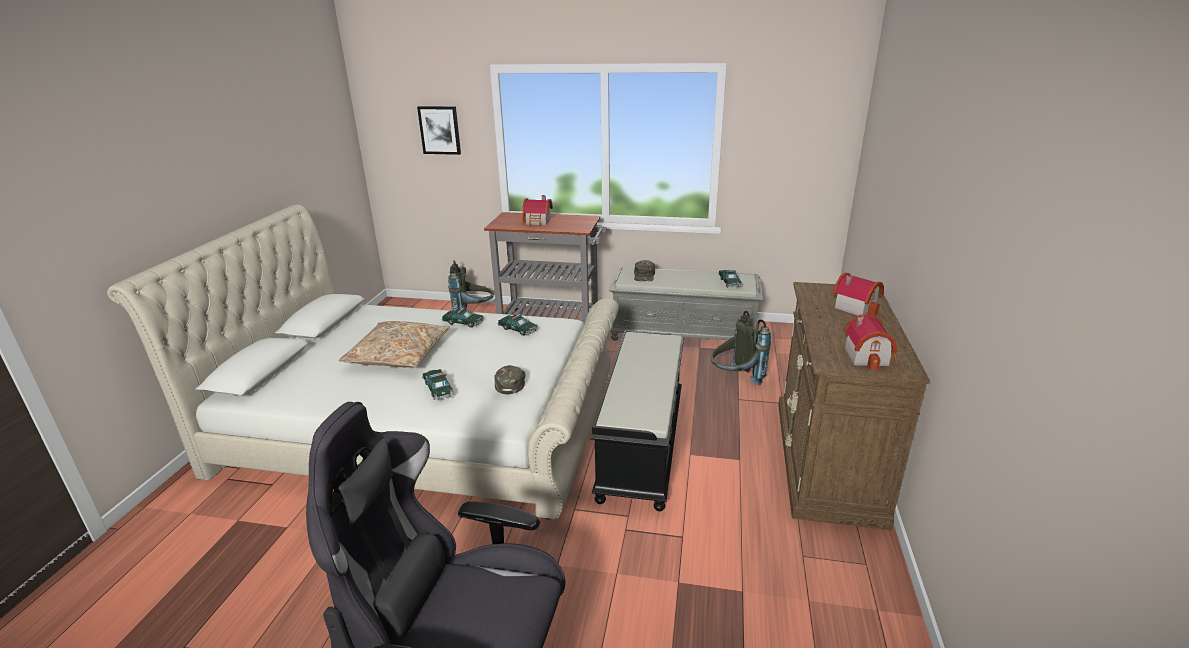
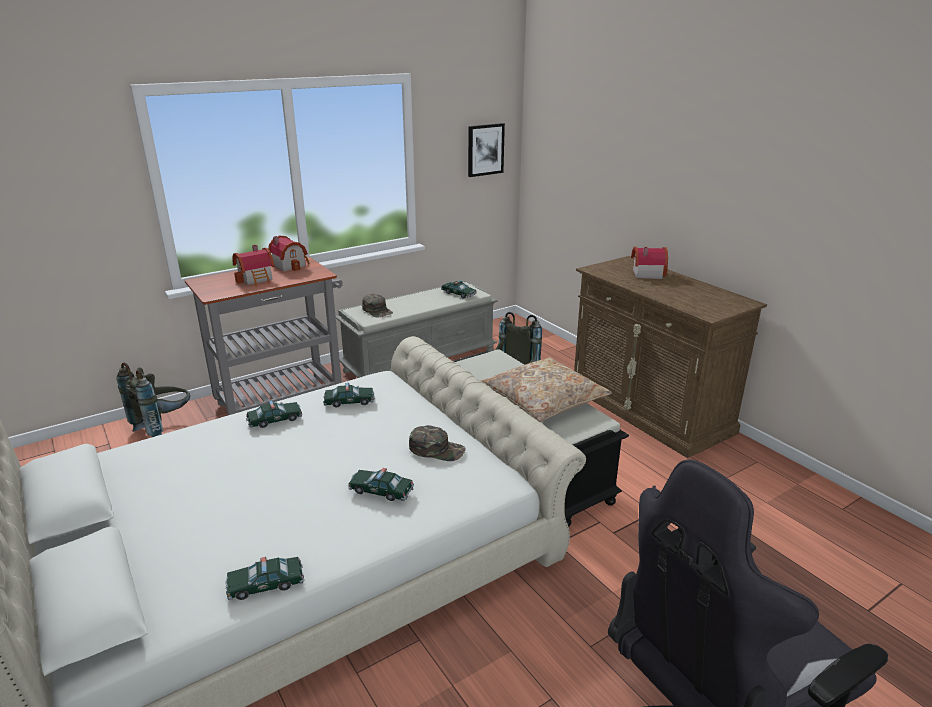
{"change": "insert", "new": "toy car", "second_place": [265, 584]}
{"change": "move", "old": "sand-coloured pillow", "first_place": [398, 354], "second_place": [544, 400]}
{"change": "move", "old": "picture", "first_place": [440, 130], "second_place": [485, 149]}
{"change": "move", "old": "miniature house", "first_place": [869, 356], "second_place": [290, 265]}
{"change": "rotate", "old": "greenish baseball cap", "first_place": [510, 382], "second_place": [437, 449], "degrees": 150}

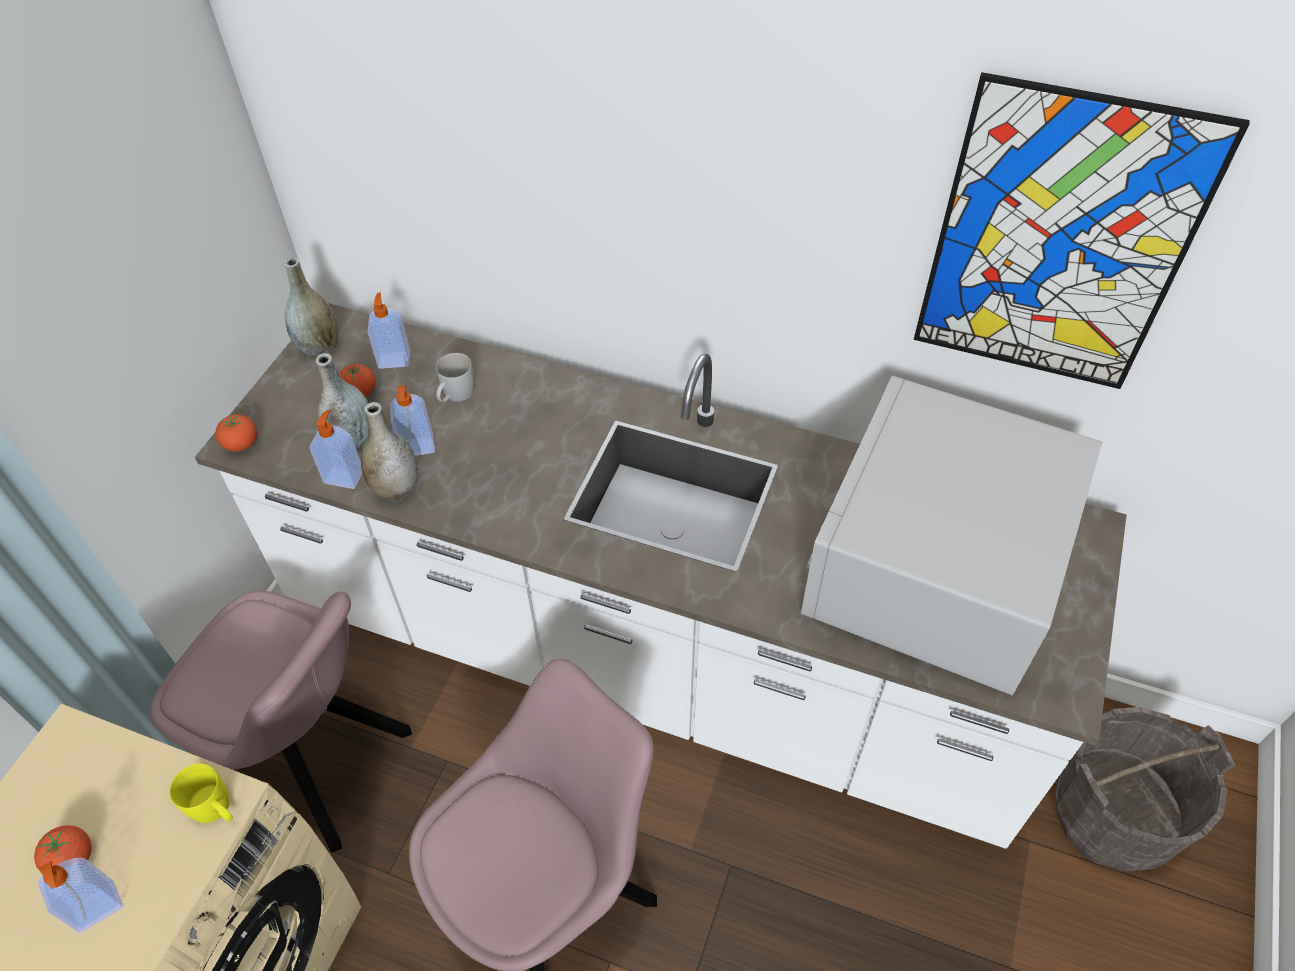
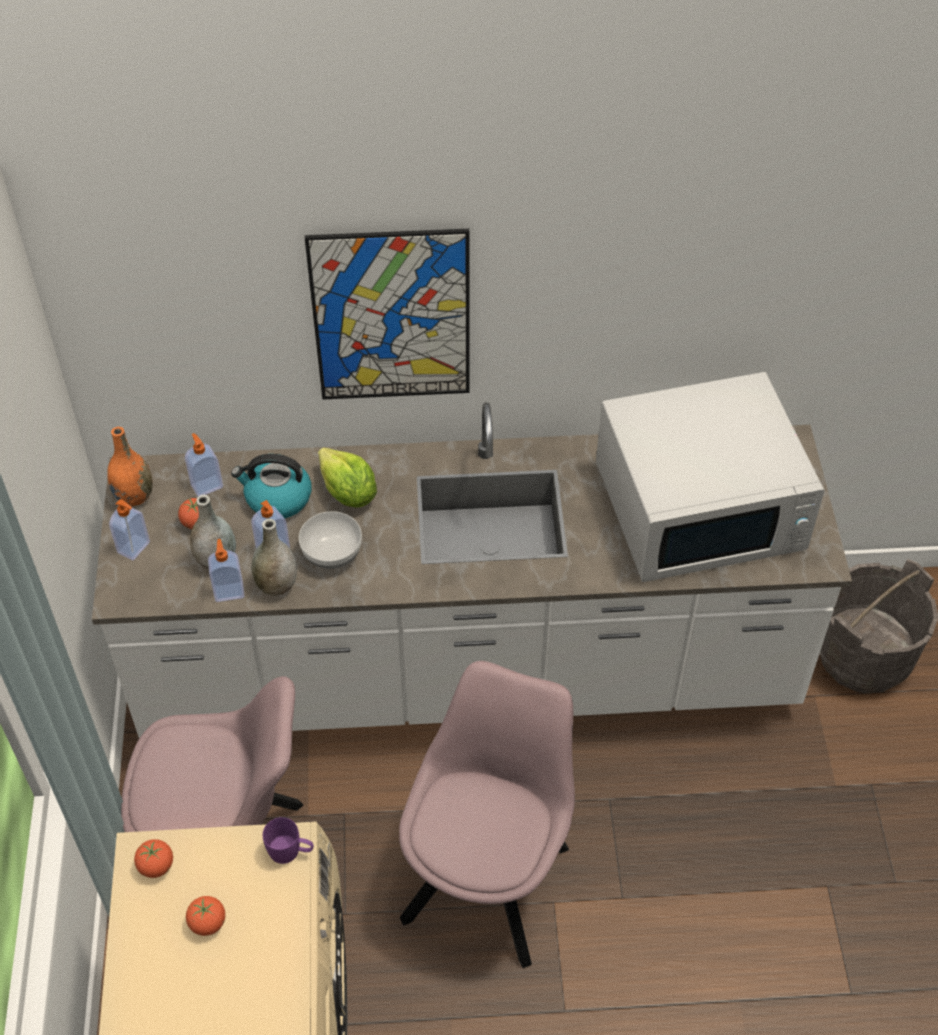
{"change": "insert", "new": "deep dish", "second_place": [332, 552]}
{"change": "insert", "new": "lettuce", "second_place": [348, 493]}
{"change": "move", "old": "soap bottle", "first_place": [98, 908], "second_place": [134, 548]}
{"change": "move", "old": "tomato", "first_place": [242, 444], "second_place": [156, 866]}
{"change": "move", "old": "picture", "first_place": [1057, 243], "second_place": [391, 317]}
{"change": "replace", "old": "whitish coffee mug", "new": "water kettle", "first_place": [455, 396], "second_place": [277, 498]}
{"change": "recolor", "old": "yellow coffee mug", "new": "purple-coloured coffee mug", "first_place": [216, 809], "second_place": [290, 851]}
{"change": "recolor", "old": "grey vase", "new": "orange vase", "first_place": [319, 347], "second_place": [134, 496]}
{"change": "rotate", "old": "whitish kitchen microwave", "first_place": [934, 569], "second_place": [701, 507], "degrees": -105}

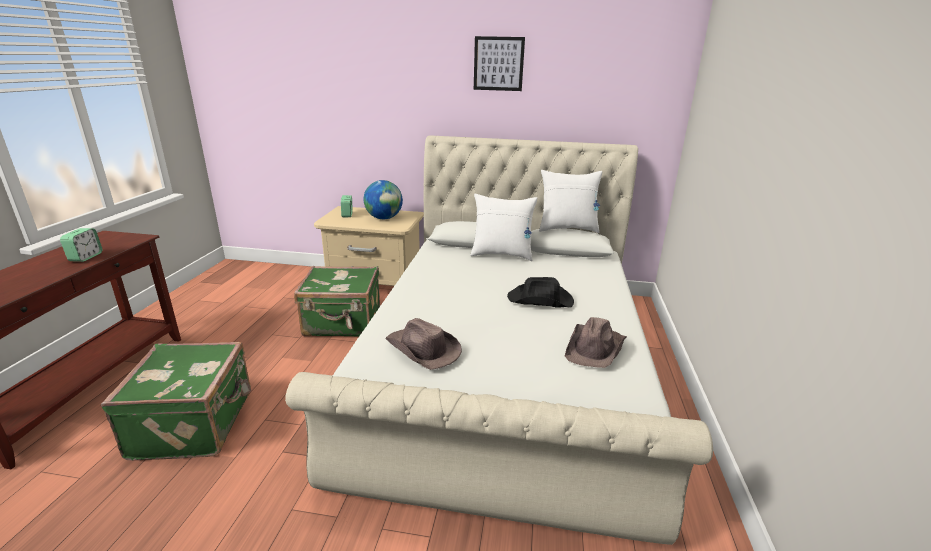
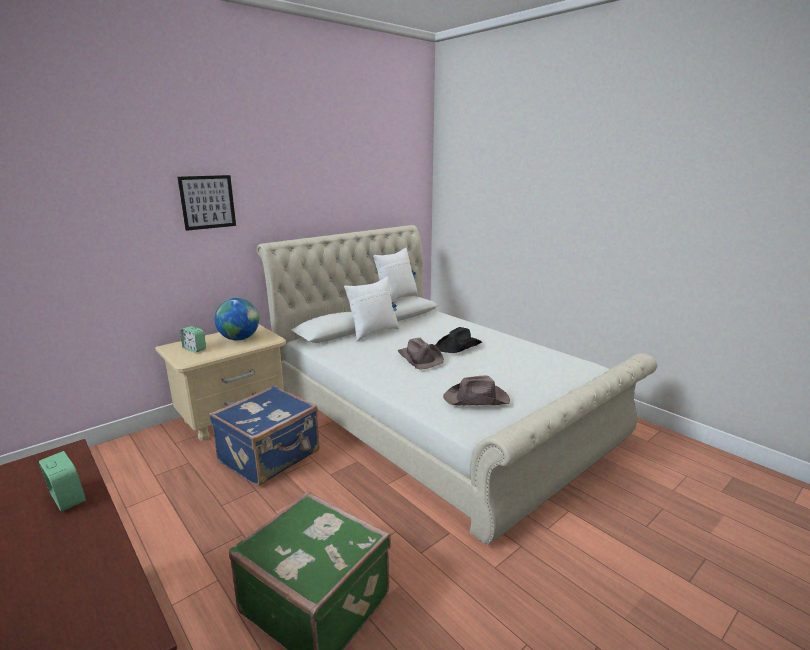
{"change": "move", "old": "picture", "first_place": [498, 64], "second_place": [207, 202]}
{"change": "move", "old": "brown-coloured wearable hat", "first_place": [595, 348], "second_place": [420, 358]}
{"change": "recolor", "old": "greenish piece of luggage", "new": "blue-coloured piece of luggage", "first_place": [343, 323], "second_place": [271, 457]}

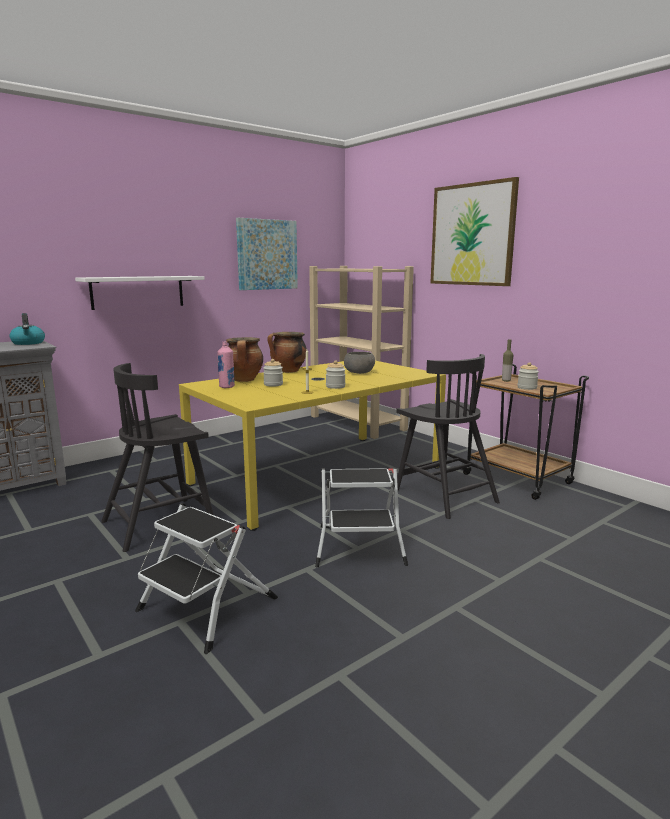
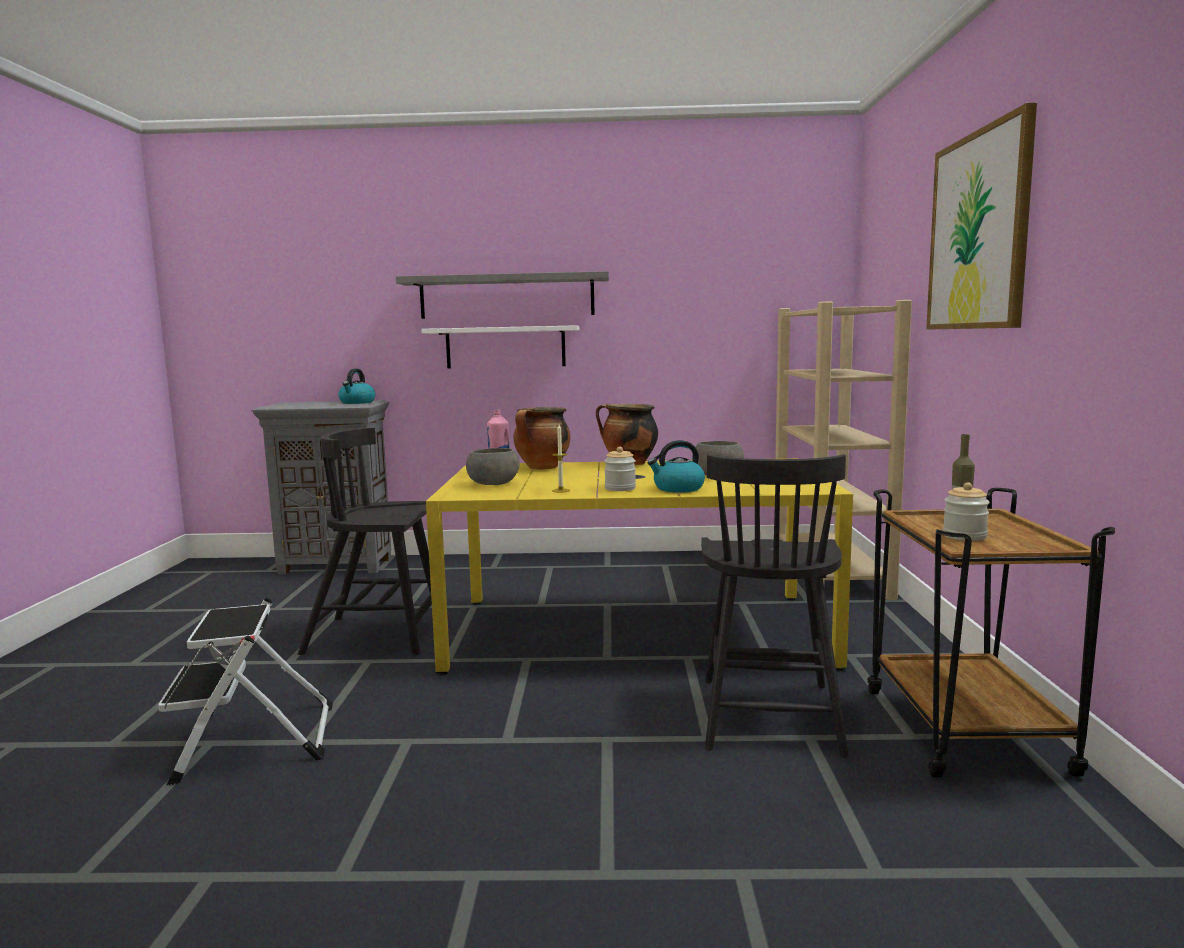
{"change": "delete", "old": "picture", "first_place": [267, 254]}
{"change": "delete", "old": "preserve jar", "first_place": [273, 384]}
{"change": "delete", "old": "step stool", "first_place": [359, 545]}
{"change": "insert", "new": "grey shelf", "second_place": [507, 296]}
{"change": "insert", "new": "grey deep dish", "second_place": [493, 483]}
{"change": "insert", "new": "water kettle", "second_place": [678, 488]}

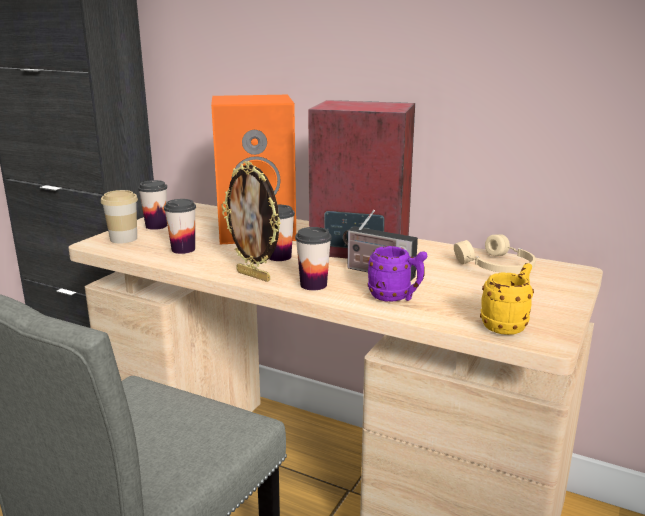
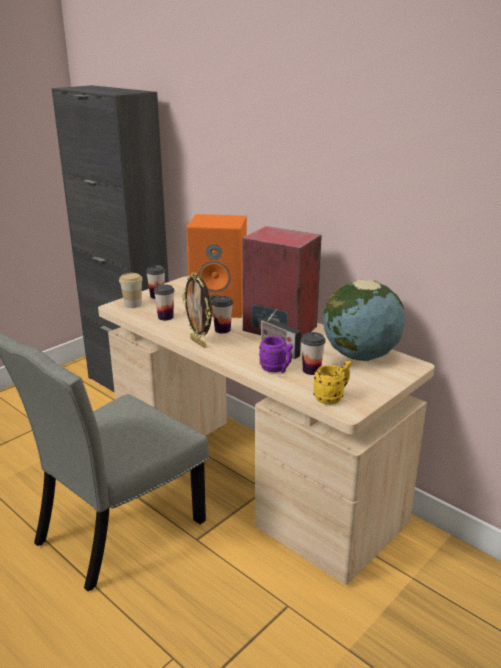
{"change": "move", "old": "drinking cup", "first_place": [313, 285], "second_place": [311, 370]}
{"change": "replace", "old": "sand-coloured headphones", "new": "world globe", "first_place": [496, 268], "second_place": [360, 355]}

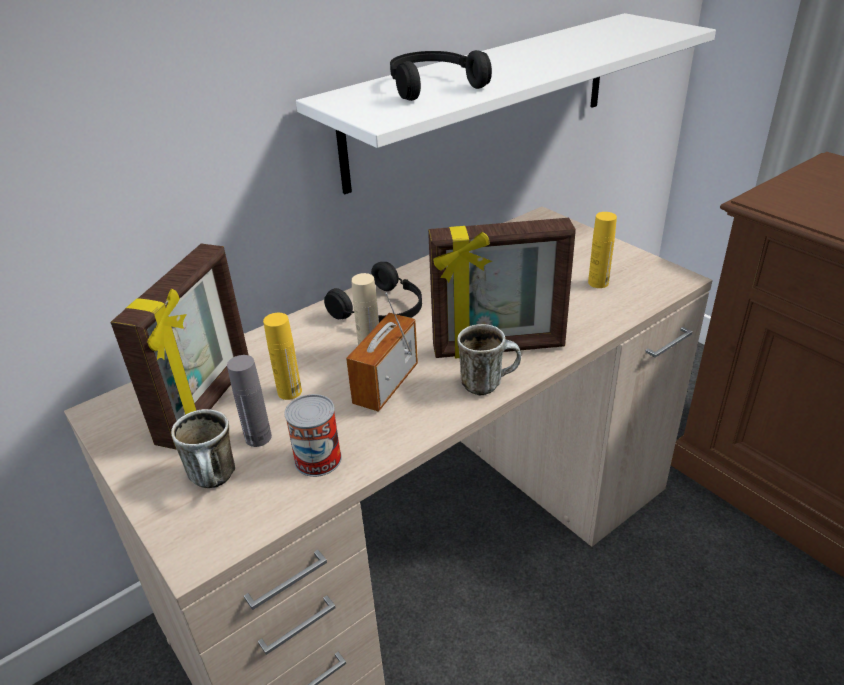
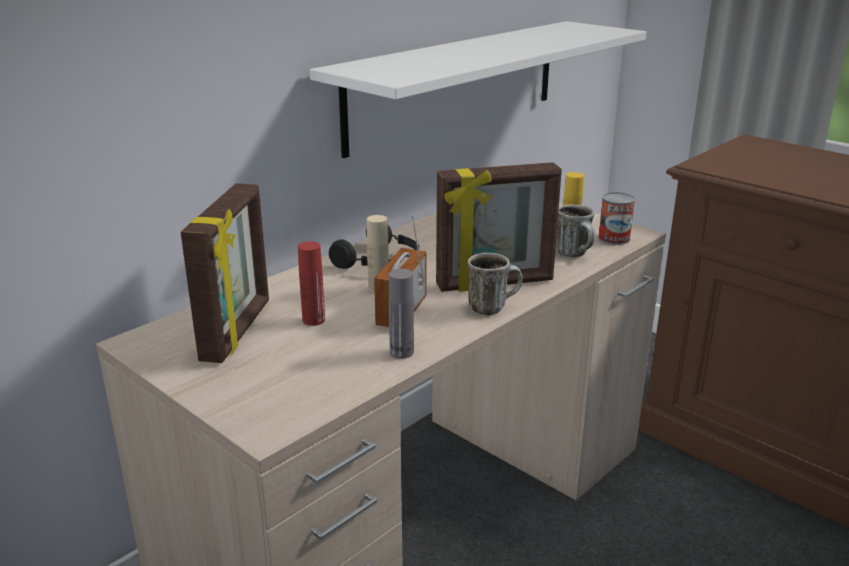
{"change": "delete", "old": "blackish headphones", "first_place": [432, 86]}
{"change": "move", "old": "coffee mug", "first_place": [217, 481], "second_place": [576, 254]}
{"change": "move", "old": "grey drink bottle", "first_place": [258, 437], "second_place": [401, 352]}
{"change": "move", "old": "can", "first_place": [318, 459], "second_place": [614, 238]}
{"change": "recolor", "old": "yellow drink bottle", "new": "red drink bottle", "first_place": [289, 392], "second_place": [313, 320]}

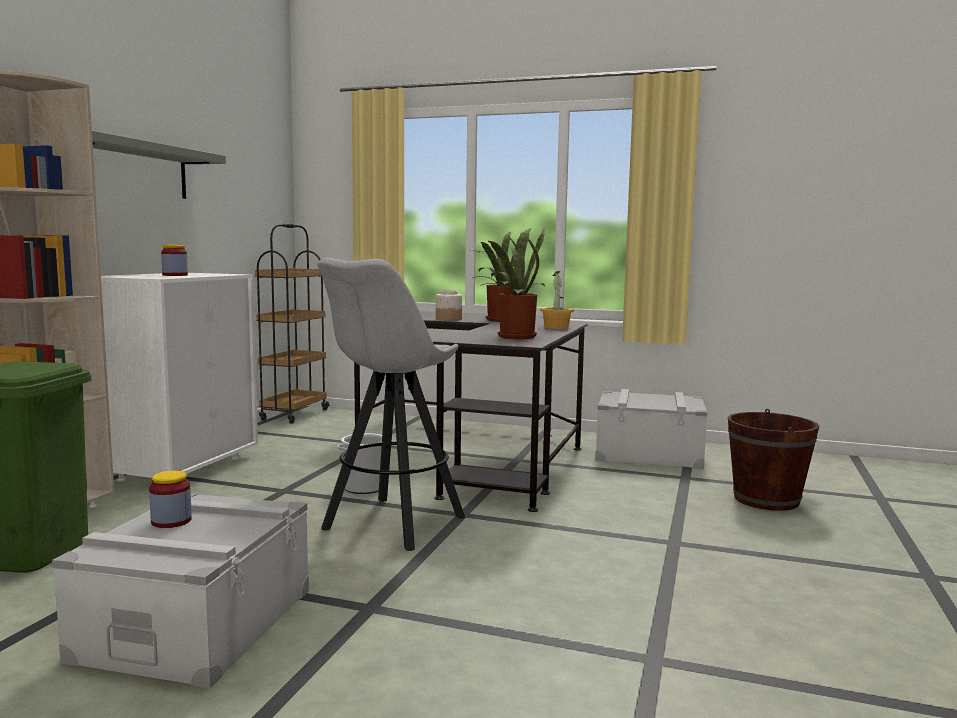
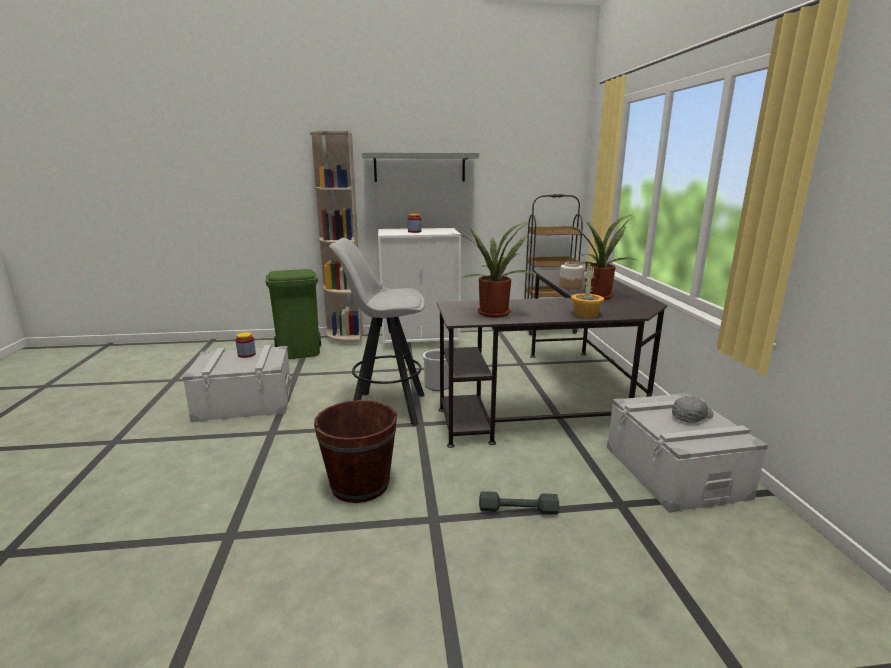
{"change": "insert", "new": "grey free weight", "second_place": [518, 510]}
{"change": "insert", "new": "grey baseball cap", "second_place": [691, 417]}
{"change": "move", "old": "brown-coloured bucket", "first_place": [766, 499], "second_place": [360, 484]}

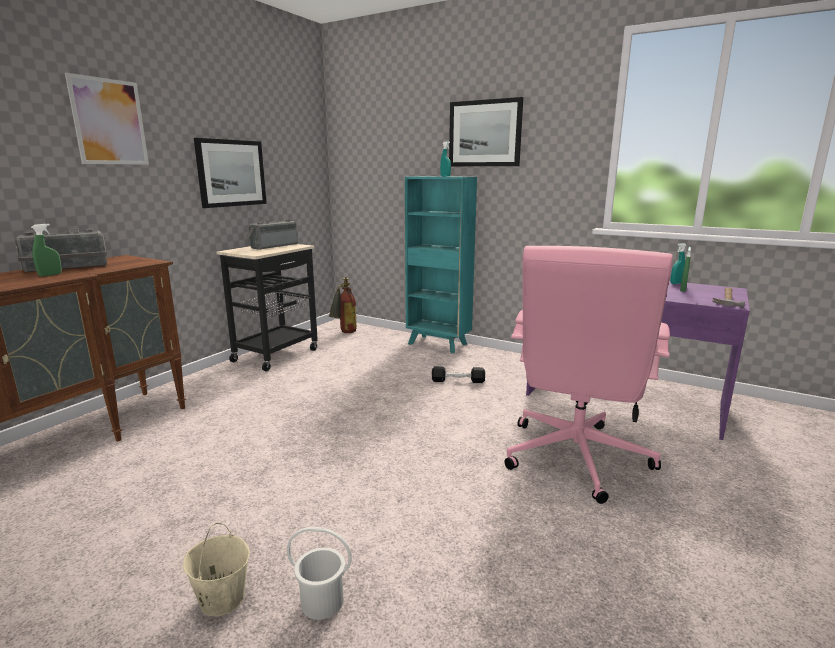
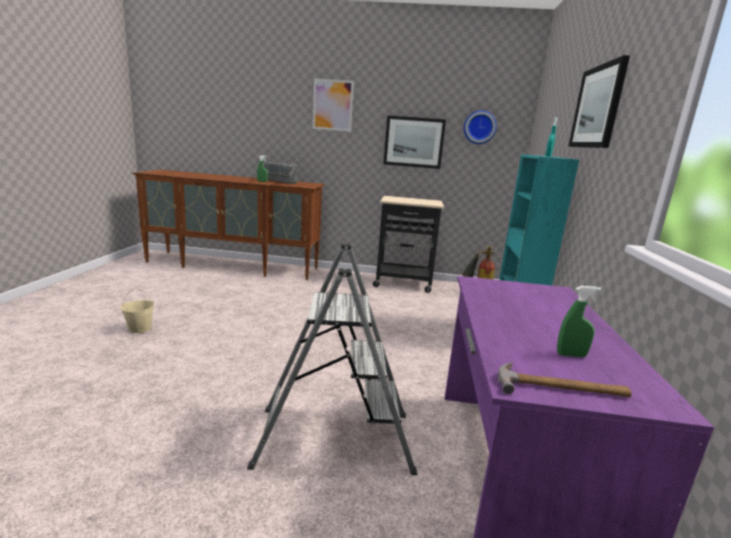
{"change": "delete", "old": "radio", "first_place": [273, 246]}
{"change": "delete", "old": "whitish bucket", "first_place": [322, 602]}
{"change": "delete", "old": "blackish free weight", "first_place": [458, 381]}
{"change": "delete", "old": "turquoise-coloured sprayer", "first_place": [676, 283]}
{"change": "insert", "new": "hanging clock", "second_place": [479, 127]}
{"change": "replace", "old": "pink computer chair", "new": "grey step stool", "first_place": [576, 455], "second_place": [332, 437]}

